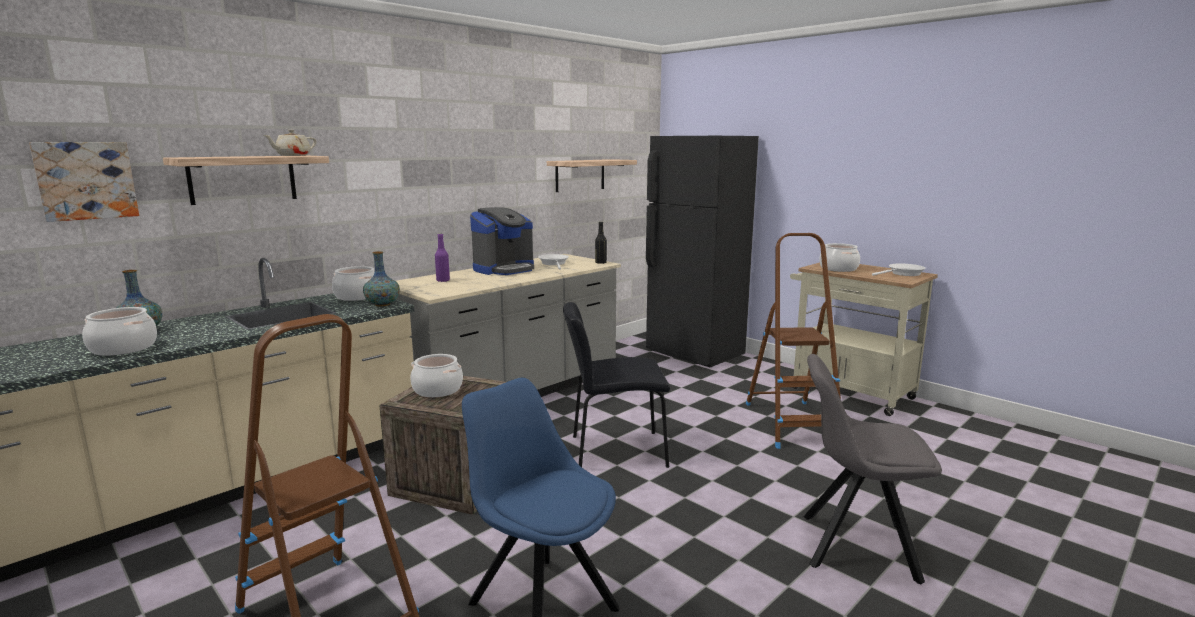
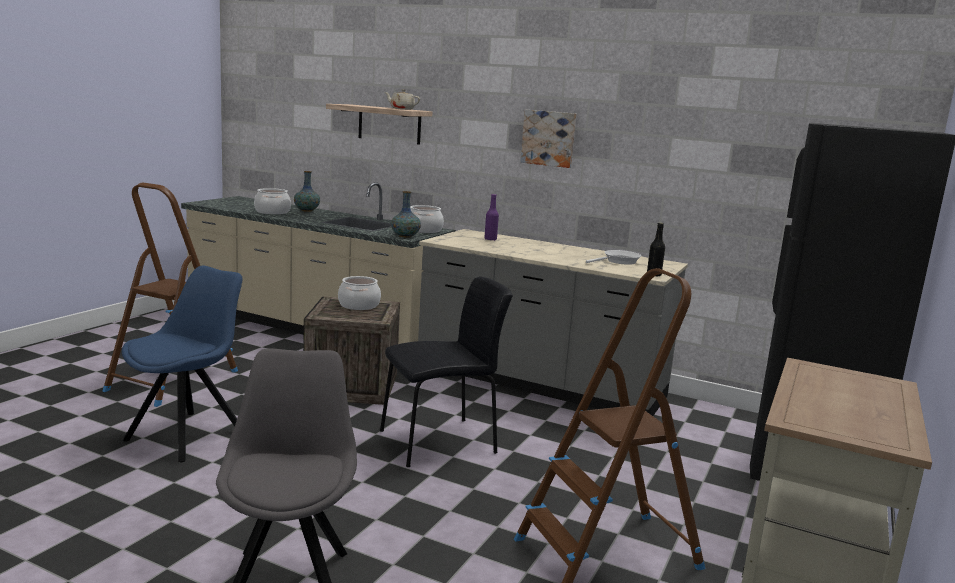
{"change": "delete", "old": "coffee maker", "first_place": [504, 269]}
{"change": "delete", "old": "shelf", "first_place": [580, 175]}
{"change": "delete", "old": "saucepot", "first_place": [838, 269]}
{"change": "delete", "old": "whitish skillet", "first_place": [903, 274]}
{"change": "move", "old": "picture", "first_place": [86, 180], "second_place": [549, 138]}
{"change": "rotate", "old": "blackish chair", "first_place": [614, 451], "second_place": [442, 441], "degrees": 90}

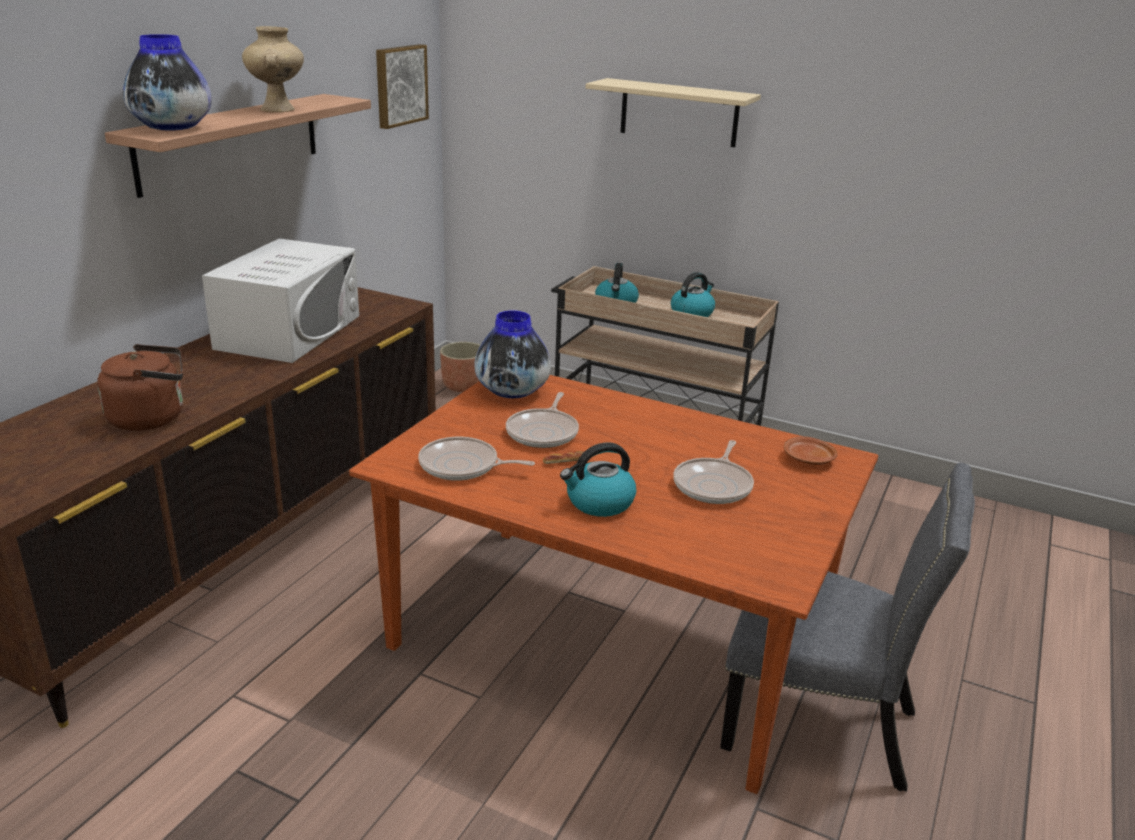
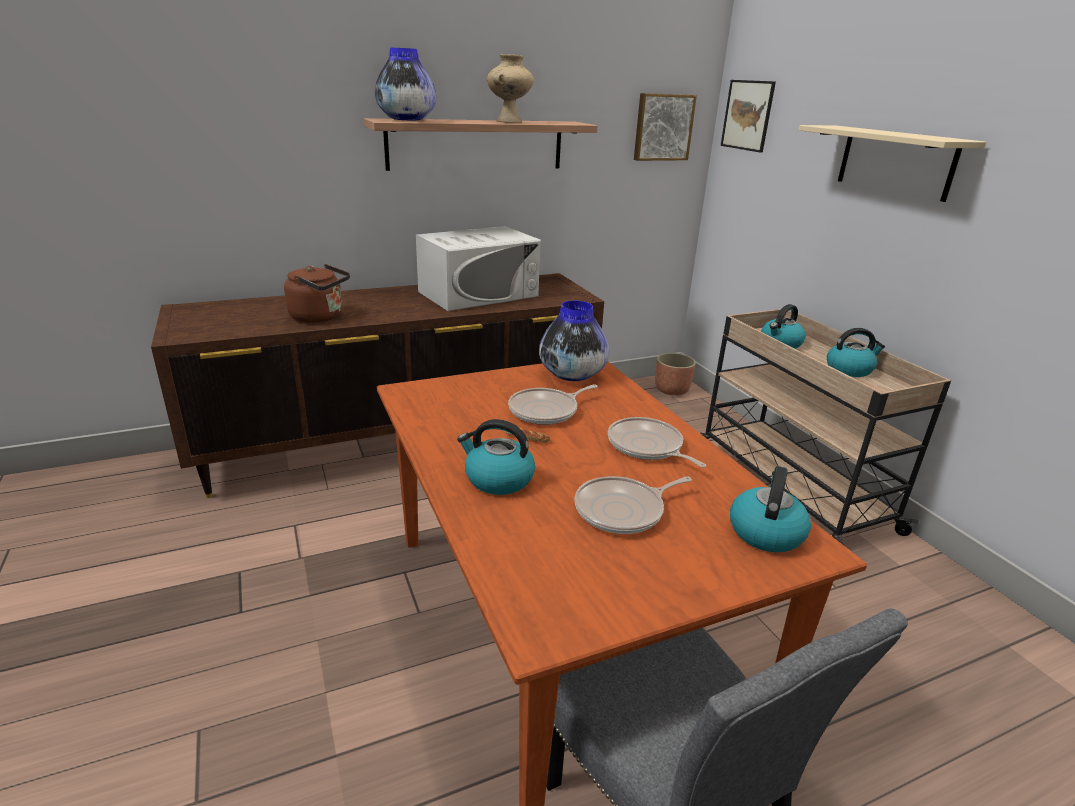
{"change": "insert", "new": "picture", "second_place": [747, 115]}
{"change": "move", "old": "skillet", "first_place": [463, 466], "second_place": [647, 447]}
{"change": "replace", "old": "brown-coloured flat dish", "new": "water kettle", "first_place": [808, 459], "second_place": [765, 531]}

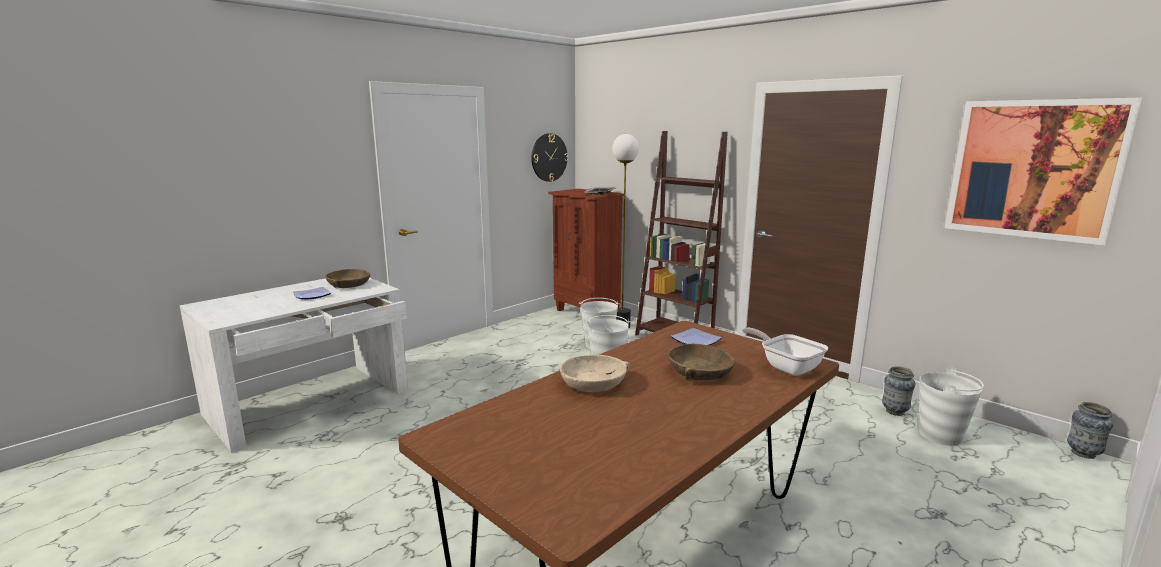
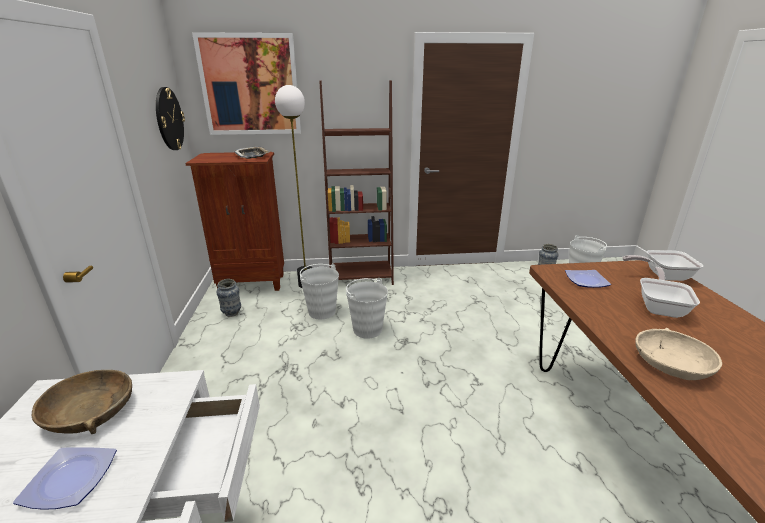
{"change": "move", "old": "picture", "first_place": [1033, 169], "second_place": [250, 85]}
{"change": "move", "old": "vase", "first_place": [1083, 453], "second_place": [232, 313]}
{"change": "replace", "old": "brown-coloured deep dish", "new": "skillet", "first_place": [699, 372], "second_place": [661, 307]}

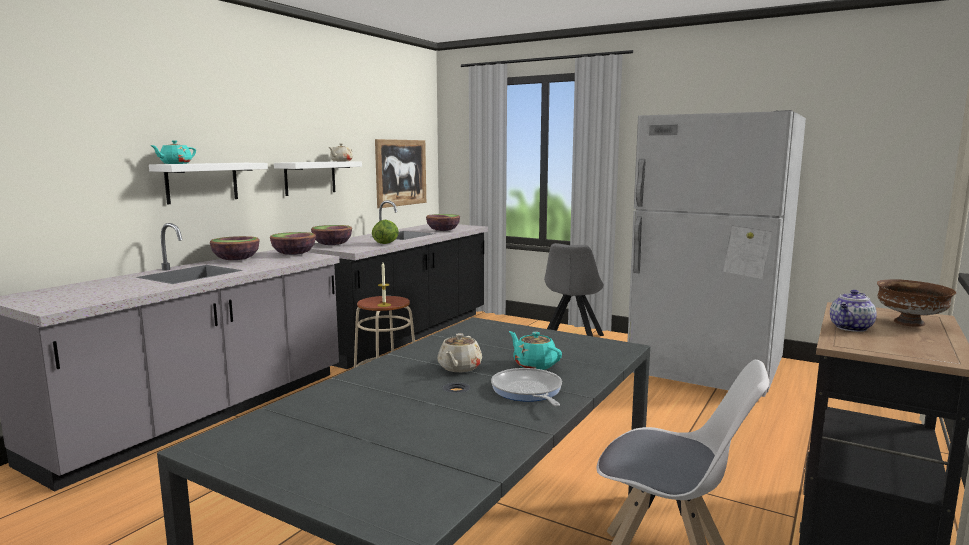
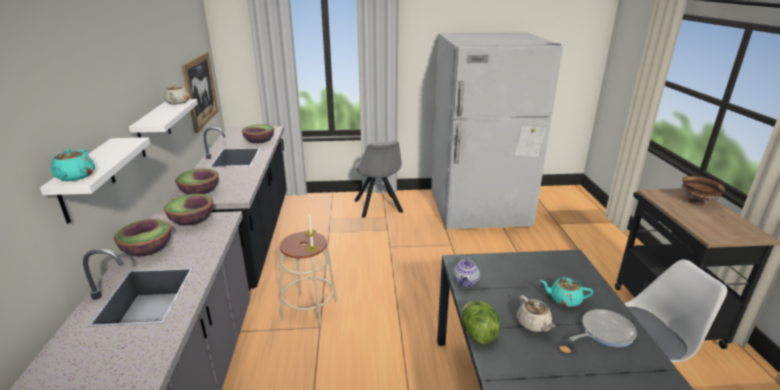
{"change": "move", "old": "lettuce", "first_place": [386, 243], "second_place": [478, 333]}
{"change": "move", "old": "pot for tea", "first_place": [851, 328], "second_place": [465, 282]}
{"change": "rotate", "old": "skillet", "first_place": [527, 391], "second_place": [604, 331], "degrees": 120}

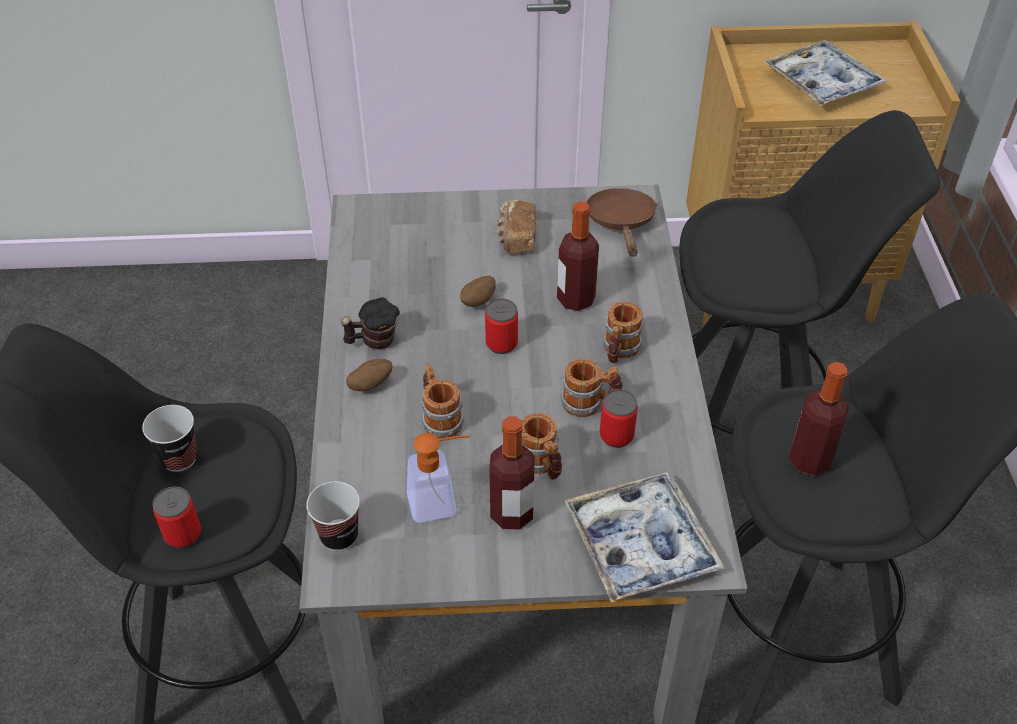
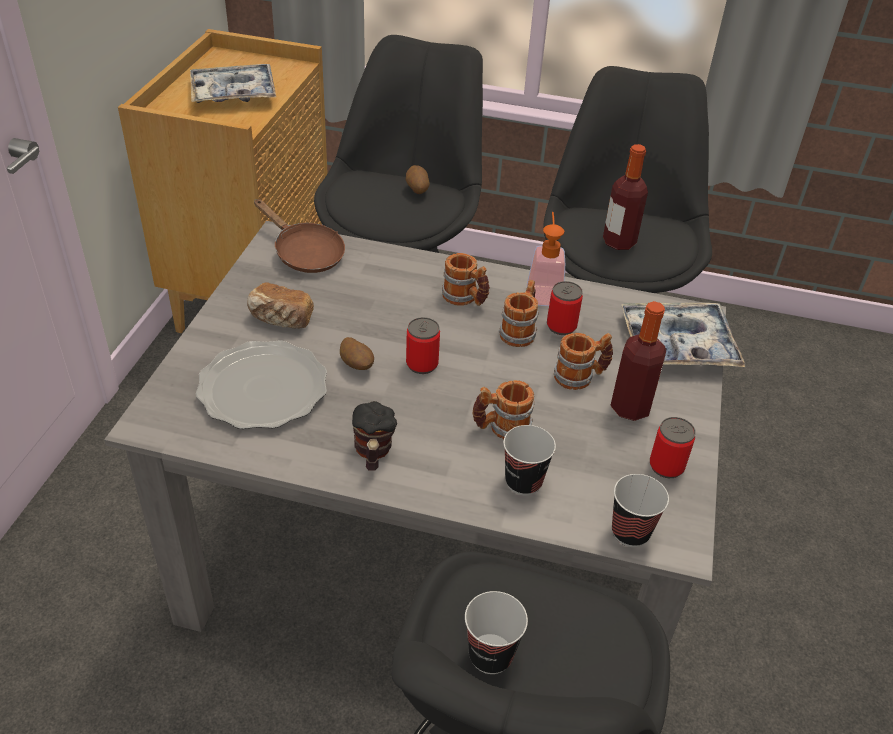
{"change": "delete", "old": "drink bottle", "first_place": [575, 299]}
{"change": "insert", "new": "flat dish", "second_place": [263, 389]}
{"change": "insert", "new": "drinking cup", "second_place": [523, 482]}
{"change": "move", "old": "can", "first_place": [183, 534], "second_place": [666, 466]}
{"change": "move", "old": "spud", "first_place": [370, 385], "second_place": [417, 189]}
{"change": "move", "old": "soap bottle", "first_place": [441, 502], "second_place": [543, 291]}
{"change": "rotate", "old": "brown-coloured skillet", "first_place": [621, 223], "second_place": [304, 253], "degrees": -150}

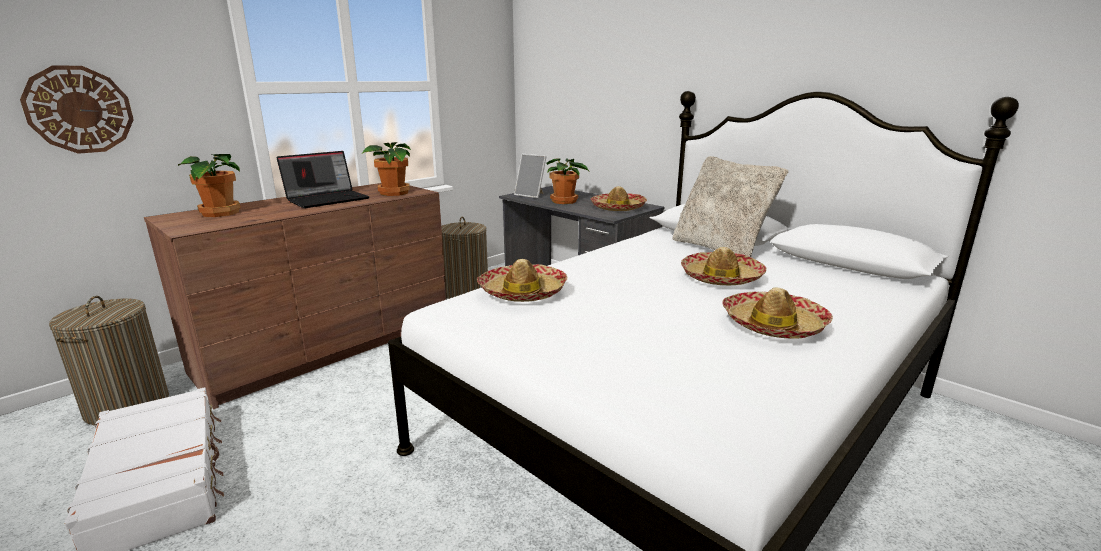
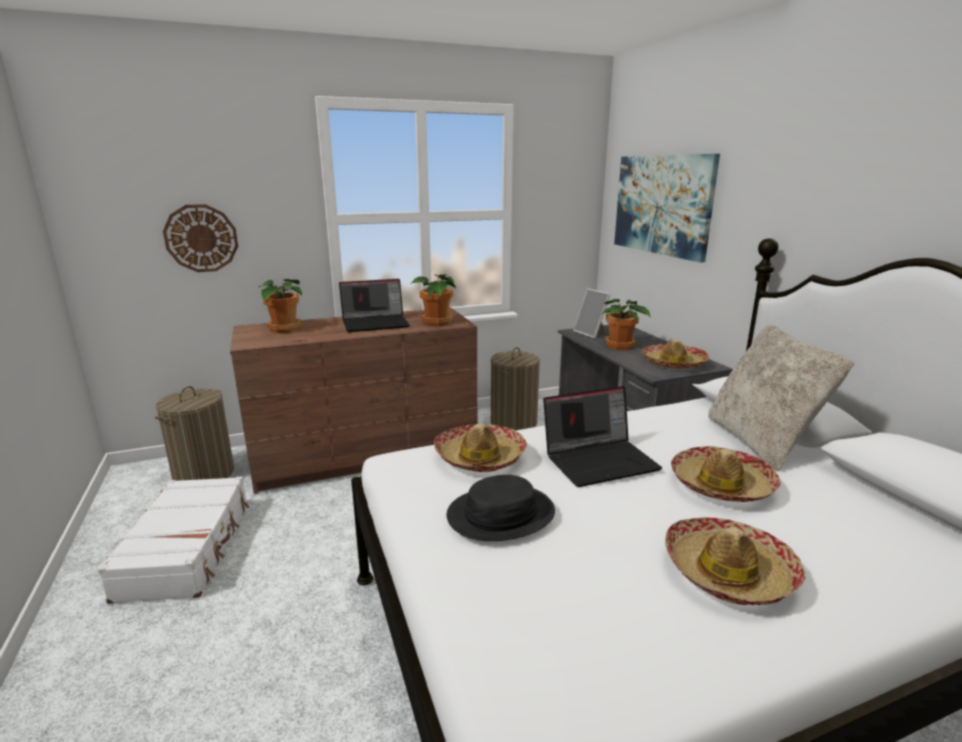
{"change": "insert", "new": "blackish wearable hat", "second_place": [501, 514]}
{"change": "insert", "new": "portable computer", "second_place": [600, 460]}
{"change": "insert", "new": "picture", "second_place": [662, 205]}

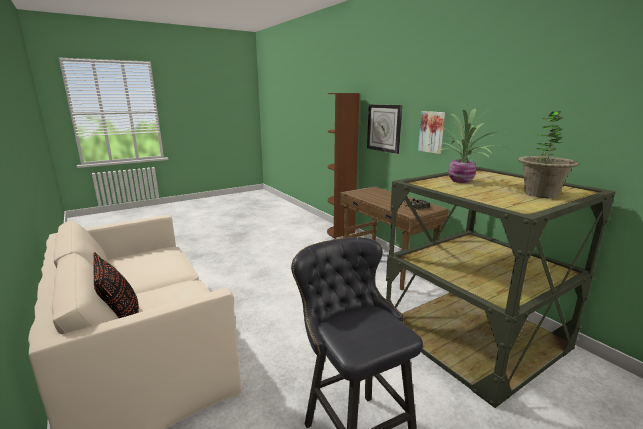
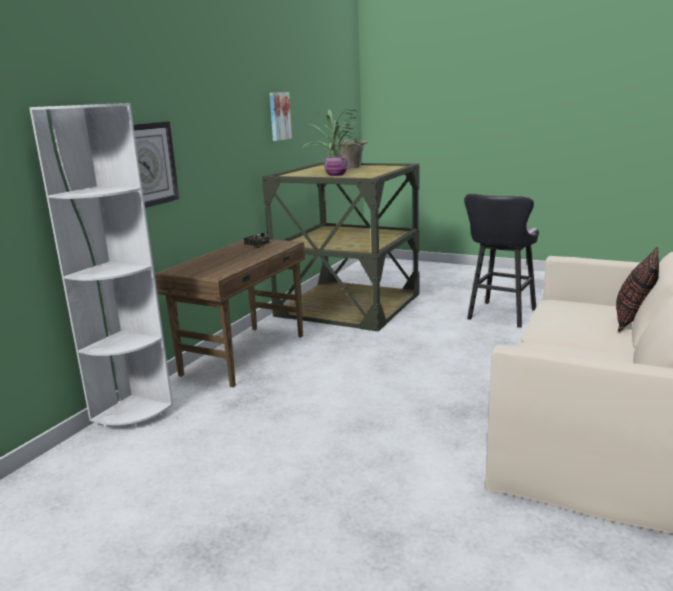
{"change": "move", "old": "picture", "first_place": [432, 132], "second_place": [279, 116]}
{"change": "recolor", "old": "brown-coloured bookcase", "new": "whitish bookcase", "first_place": [338, 235], "second_place": [133, 418]}

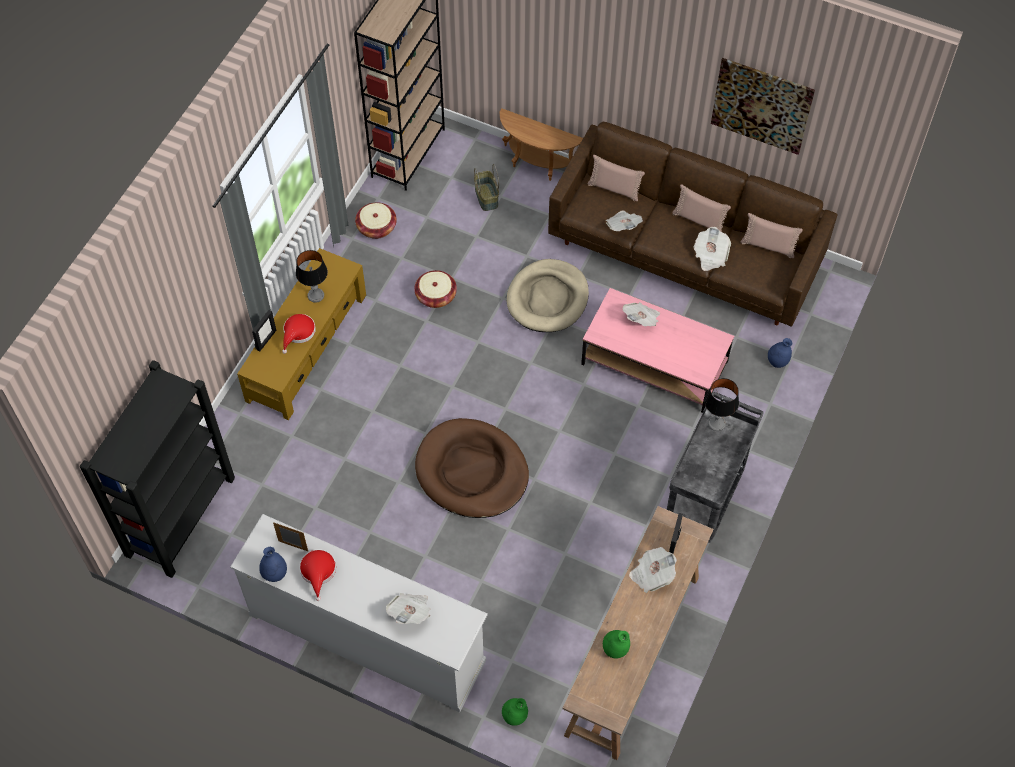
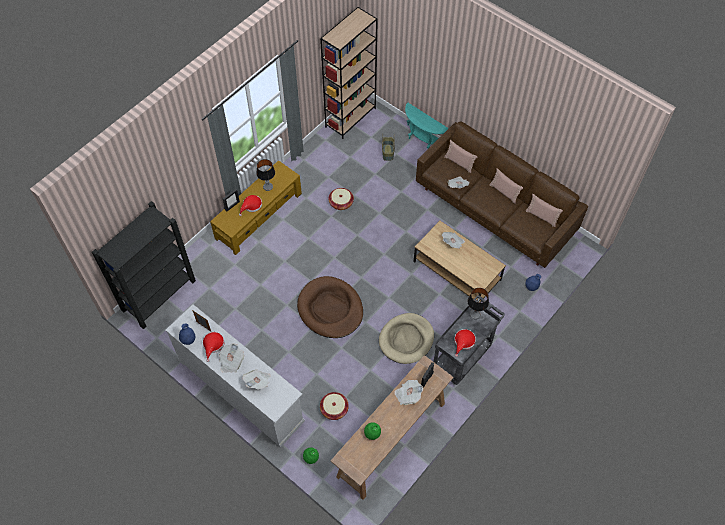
{"change": "delete", "old": "picture", "first_place": [761, 105]}
{"change": "insert", "new": "red wearable hat", "second_place": [463, 342]}
{"change": "move", "old": "household basket", "first_place": [376, 227], "second_place": [334, 409]}
{"change": "move", "old": "sand-coloured dog bed", "first_place": [548, 298], "second_place": [406, 339]}
{"change": "move", "old": "daily paper", "first_place": [710, 255], "second_place": [231, 362]}
{"change": "recolor", "old": "brown-coloured side table", "new": "turquoise-coloured side table", "first_place": [536, 165], "second_place": [422, 140]}
{"change": "recolor", "old": "pink coffee table", "new": "brown-coloured coffee table", "first_place": [654, 362], "second_place": [457, 270]}

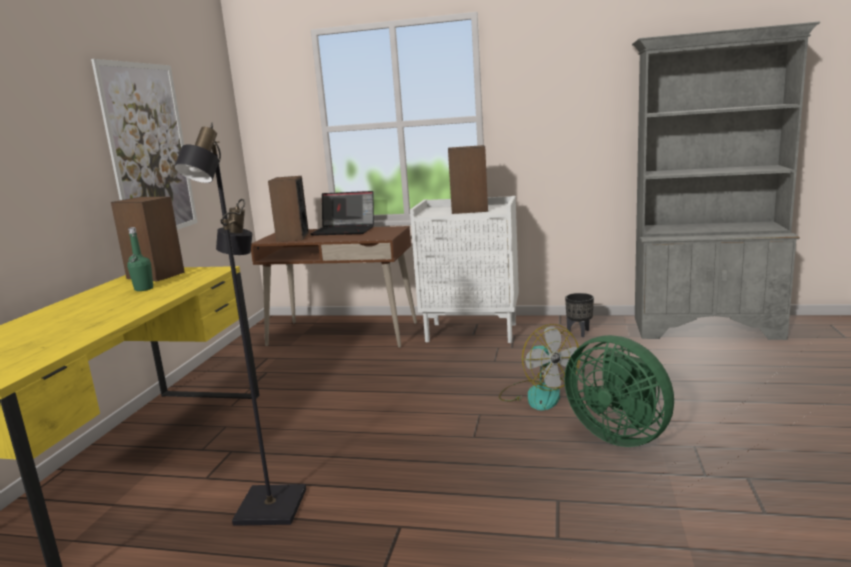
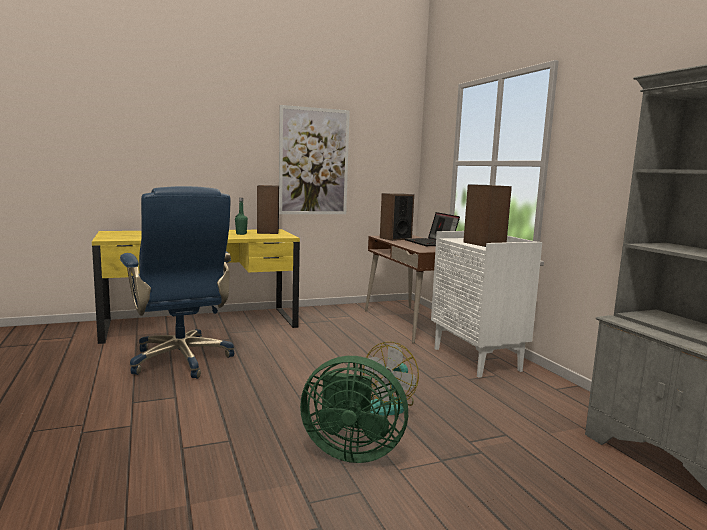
{"change": "delete", "old": "blackish plant pot", "first_place": [580, 332]}
{"change": "replace", "old": "blackish standard lamp", "new": "blue-coloured computer chair", "first_place": [271, 506], "second_place": [180, 362]}
{"change": "rotate", "old": "greenish fan", "first_place": [619, 434], "second_place": [350, 451], "degrees": -90}

